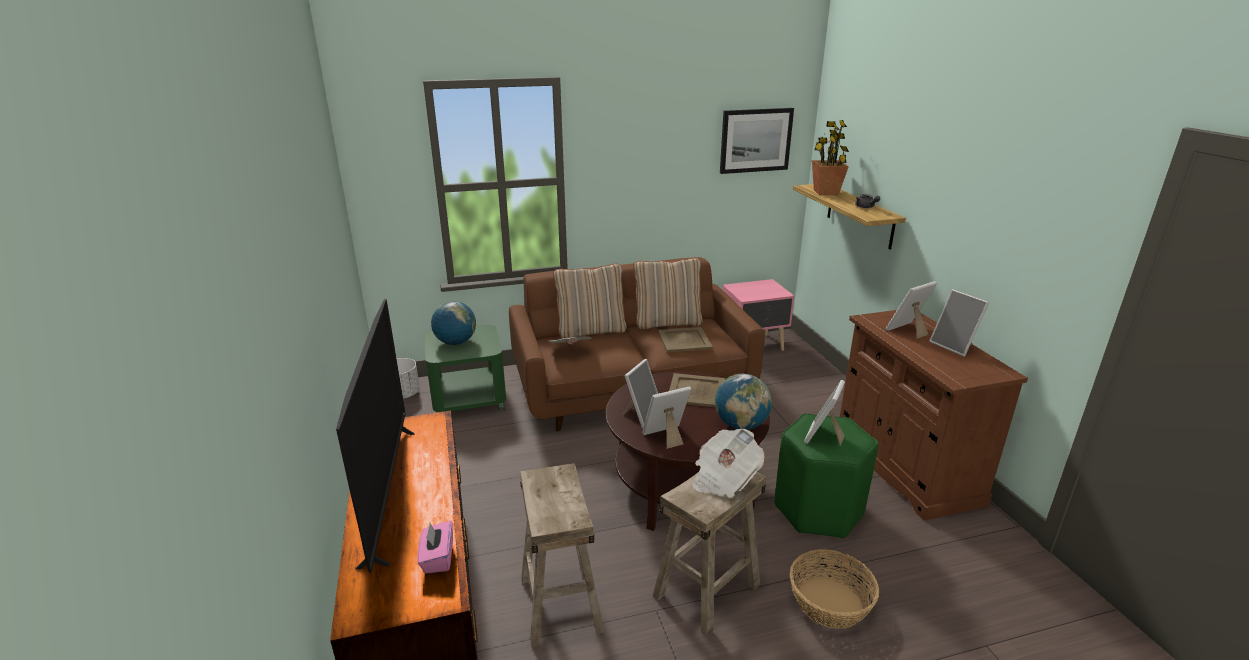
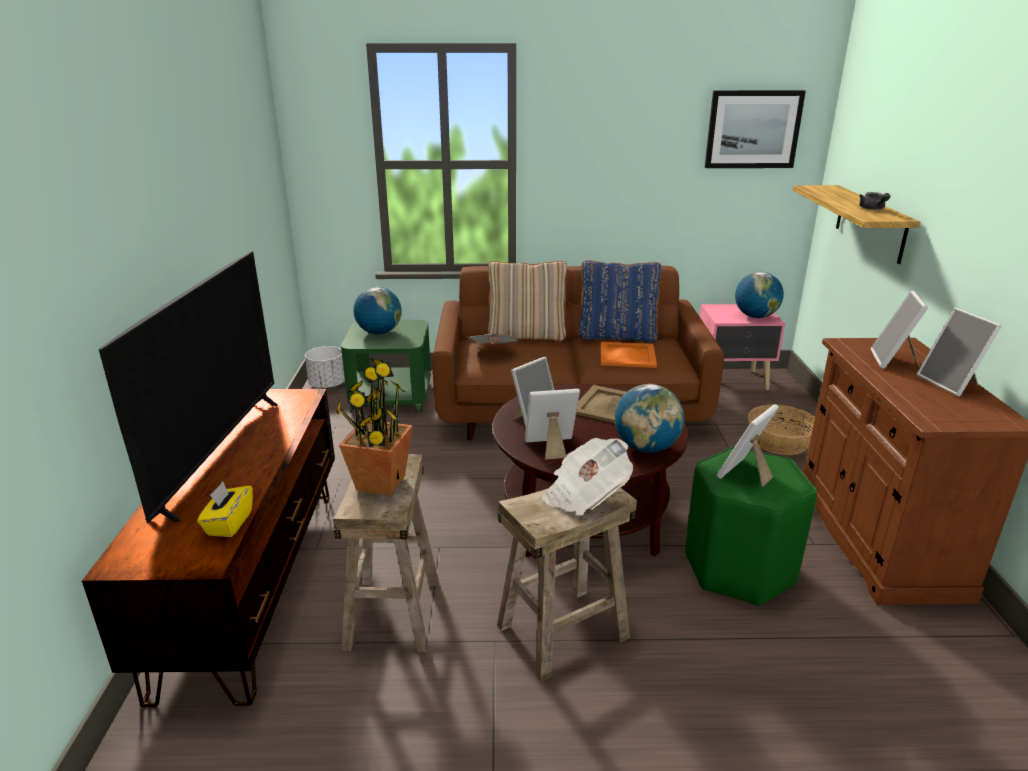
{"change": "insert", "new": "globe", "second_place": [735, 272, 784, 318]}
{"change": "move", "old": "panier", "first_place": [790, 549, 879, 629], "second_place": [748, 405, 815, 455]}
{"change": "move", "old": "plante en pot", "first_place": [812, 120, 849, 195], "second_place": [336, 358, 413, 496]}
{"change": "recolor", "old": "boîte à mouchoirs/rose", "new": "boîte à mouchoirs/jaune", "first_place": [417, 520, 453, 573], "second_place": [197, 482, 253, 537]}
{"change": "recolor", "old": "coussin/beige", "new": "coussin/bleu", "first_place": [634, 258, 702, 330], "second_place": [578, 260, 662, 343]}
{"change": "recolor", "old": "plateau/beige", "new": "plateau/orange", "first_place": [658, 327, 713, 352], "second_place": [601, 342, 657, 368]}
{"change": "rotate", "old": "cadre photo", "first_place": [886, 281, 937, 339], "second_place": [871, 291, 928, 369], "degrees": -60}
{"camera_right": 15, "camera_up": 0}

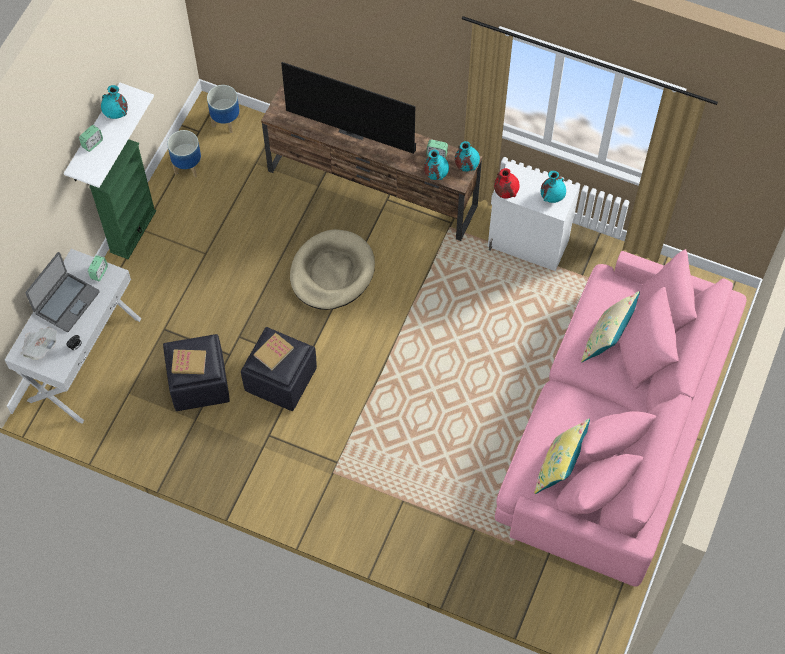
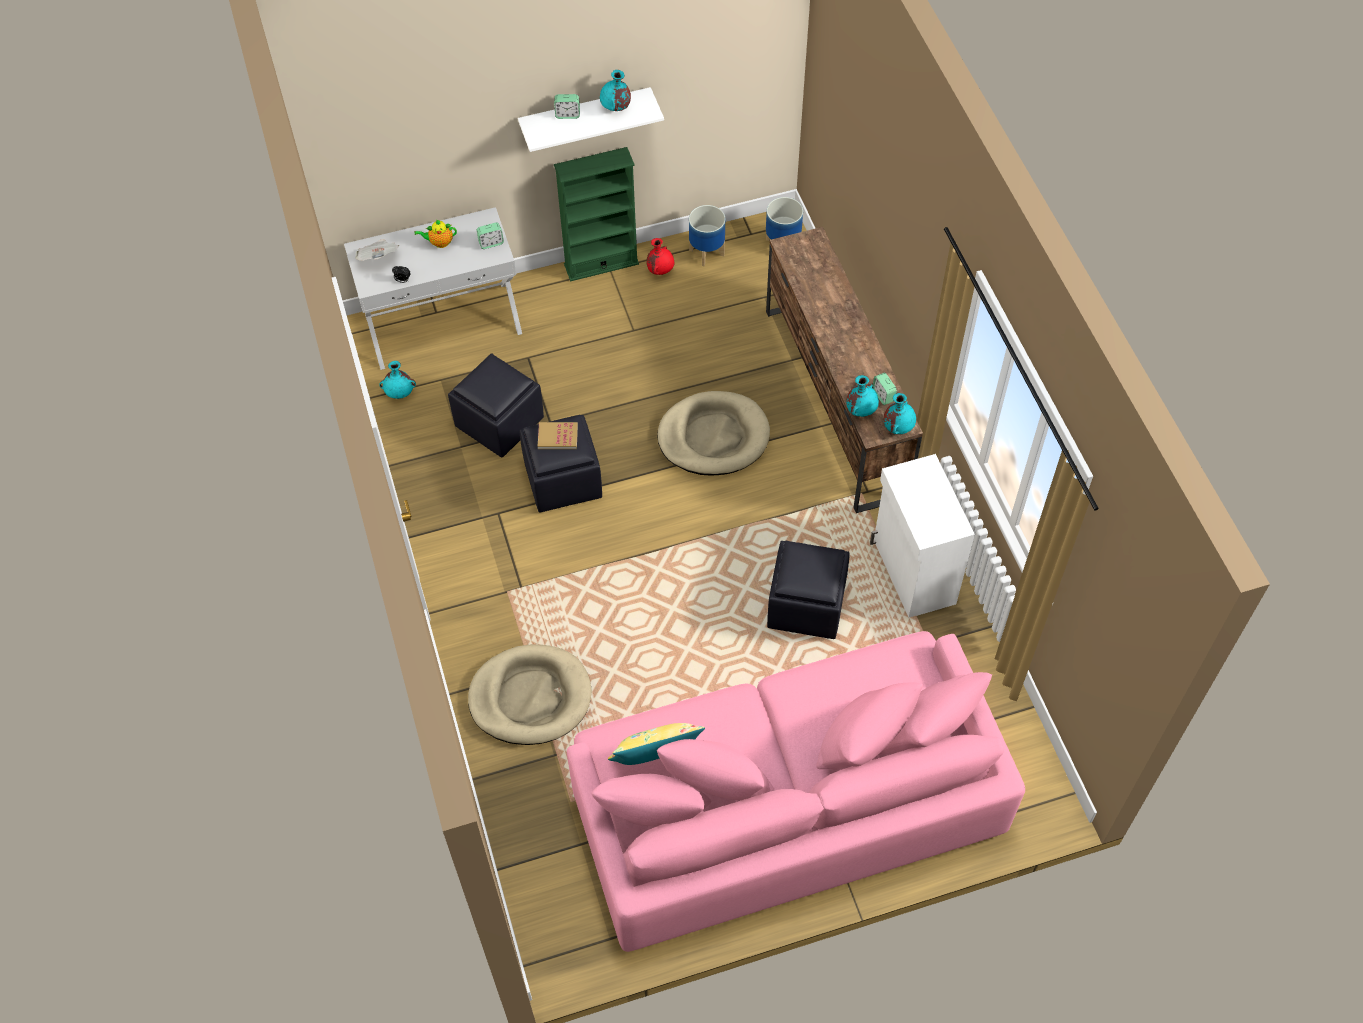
{"change": "delete", "old": "livre", "first_place": [171, 350, 206, 374]}
{"change": "delete", "old": "téléviseur", "first_place": [281, 62, 416, 154]}
{"change": "delete", "old": "coussin/beige", "first_place": [581, 291, 640, 362]}
{"change": "insert", "new": "panier pour chien/beige", "second_place": [468, 644, 592, 745]}
{"change": "insert", "new": "pouf/noir", "second_place": [767, 541, 850, 639]}
{"change": "move", "old": "vase/rouge", "first_place": [494, 168, 520, 198], "second_place": [646, 238, 674, 275]}
{"change": "move", "old": "vase/turquoise", "first_place": [541, 170, 566, 203], "second_place": [379, 361, 416, 399]}
{"change": "replace", "old": "ordinateur portable", "new": "théière", "first_place": [26, 252, 100, 332], "second_place": [415, 220, 457, 248]}
{"camera_right": 50, "camera_up": -5}

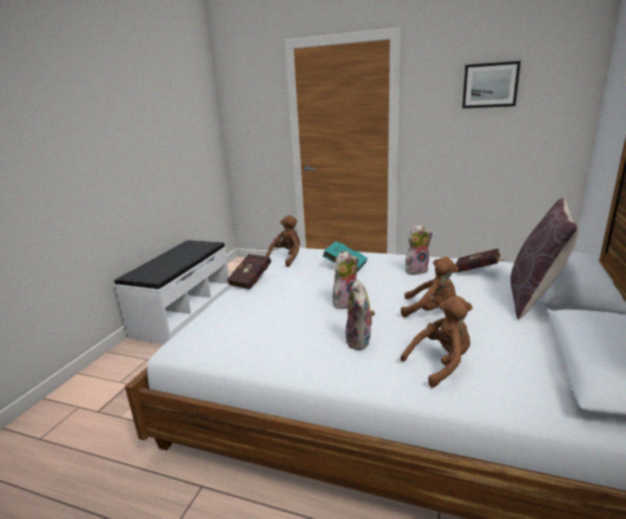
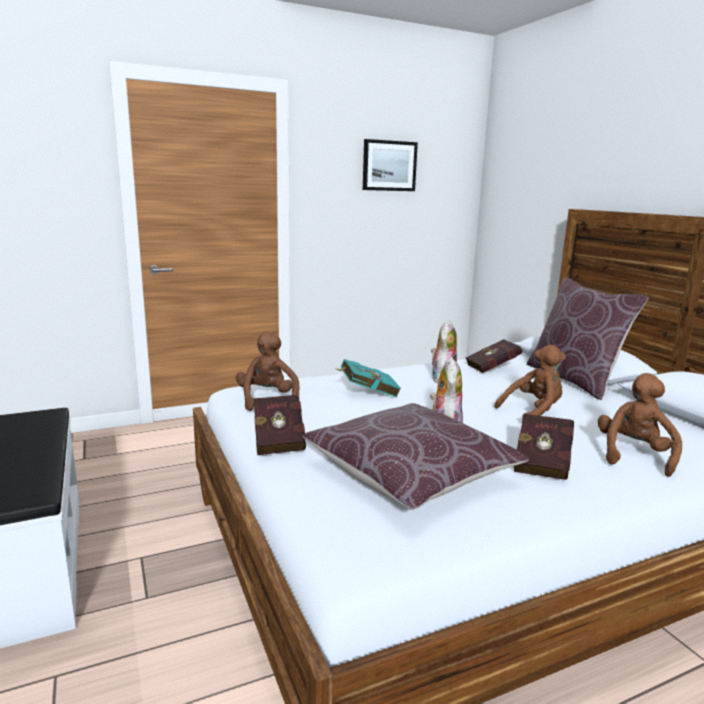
{"change": "insert", "new": "coussin/marron", "second_place": [302, 403, 529, 510]}
{"change": "replace", "old": "peluche", "new": "livre/rouge", "first_place": [345, 279, 375, 350], "second_place": [514, 414, 574, 480]}
{"camera_right": -45, "camera_up": -5}

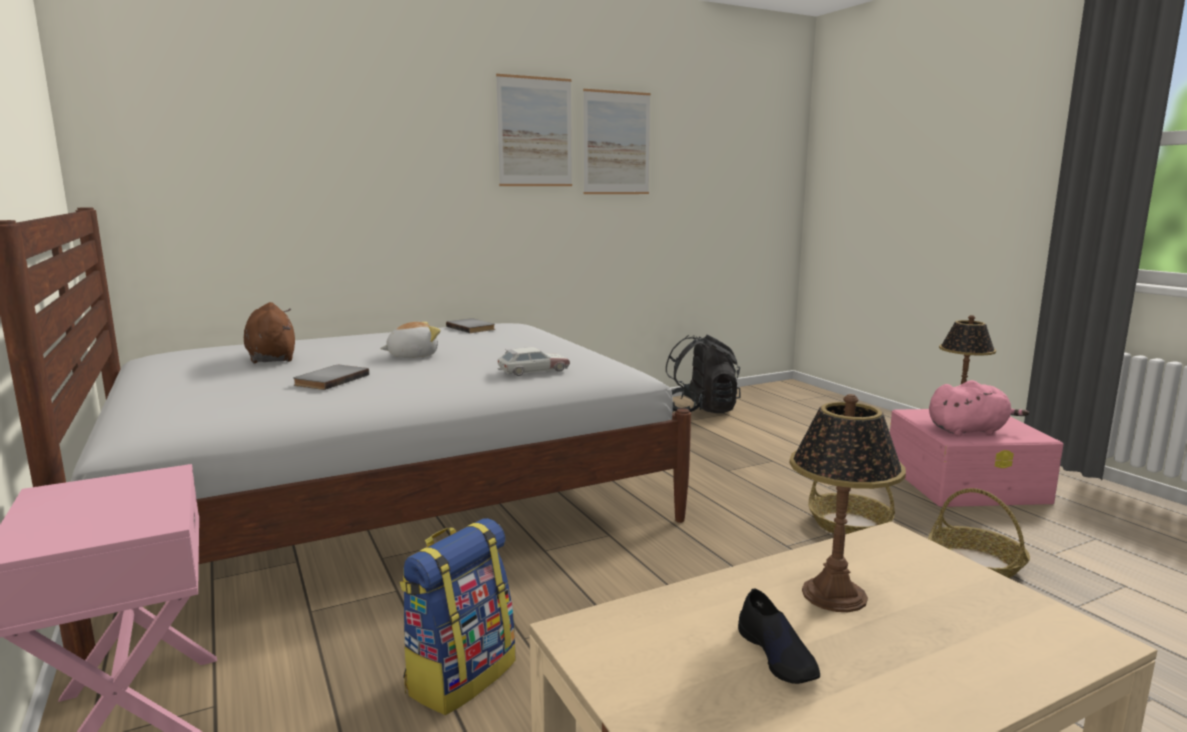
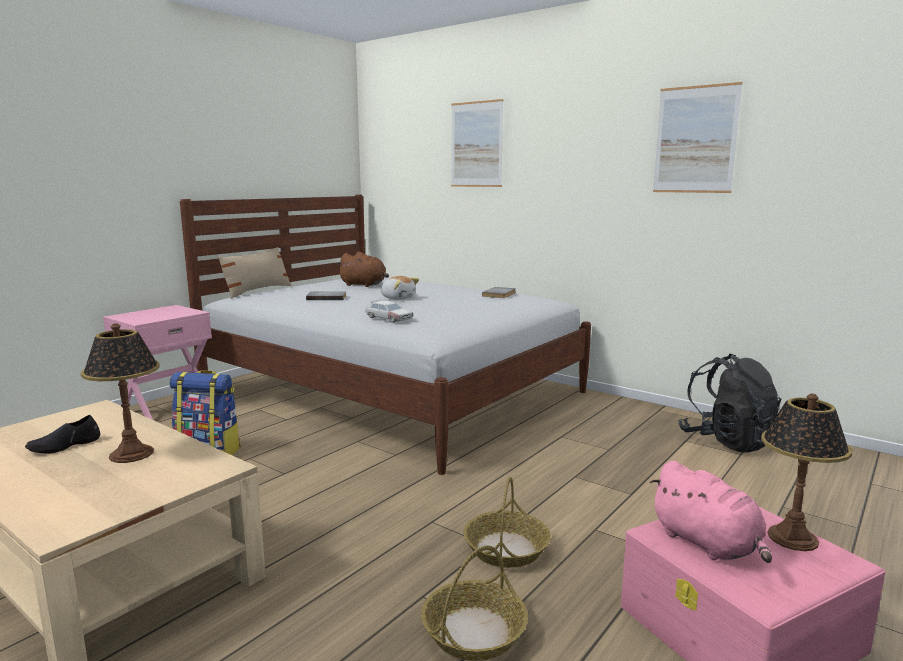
{"change": "insert", "new": "coussin/beige", "second_place": [217, 247, 291, 299]}
{"change": "move", "old": "tableau", "first_place": [496, 74, 572, 186], "second_place": [451, 99, 504, 187]}
{"change": "rotate", "old": "peluche/marron", "first_place": [244, 302, 295, 364], "second_place": [337, 252, 389, 287], "degrees": 75}
{"camera_right": 65, "camera_up": 0}

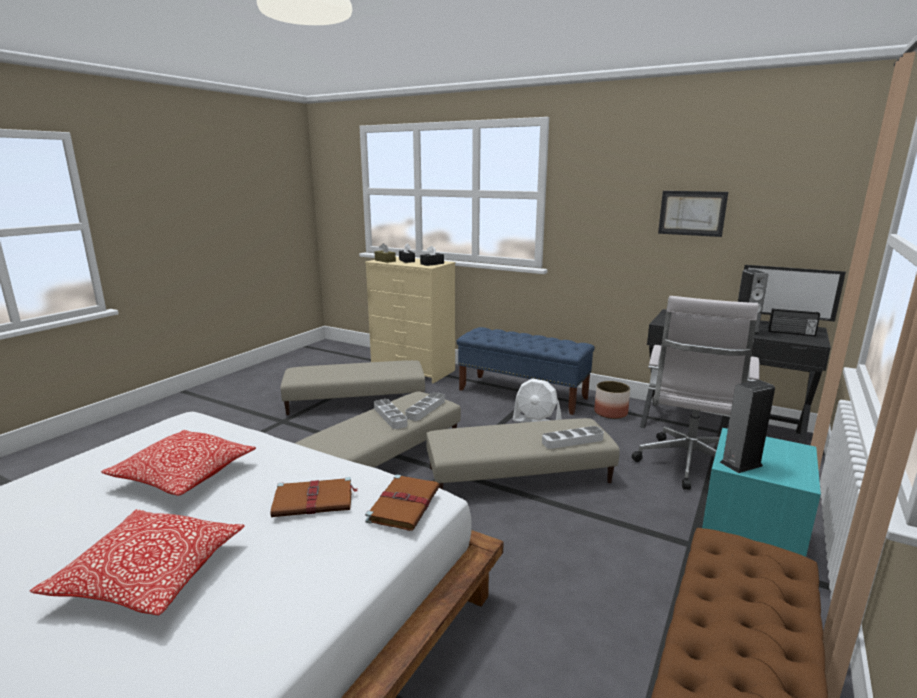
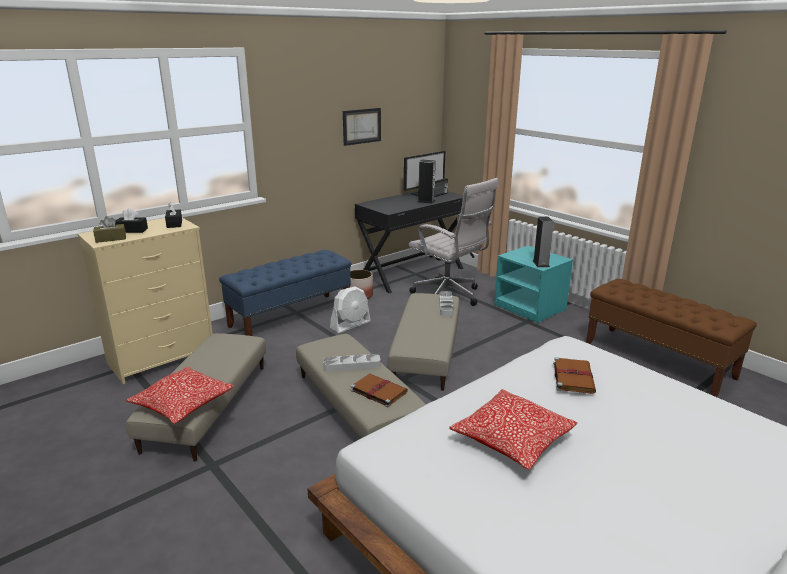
{"change": "delete", "old": "plateau/gris", "first_place": [405, 392, 445, 421]}
{"change": "move", "old": "coussin", "first_place": [30, 509, 245, 615], "second_place": [126, 367, 234, 424]}
{"change": "move", "old": "livre/marron", "first_place": [365, 475, 440, 531], "second_place": [351, 374, 408, 407]}
{"camera_right": -70, "camera_up": 5}

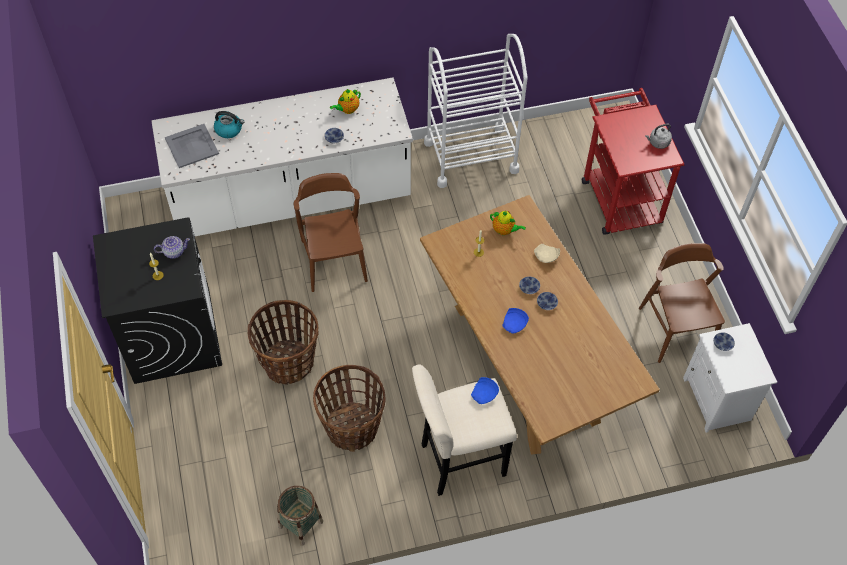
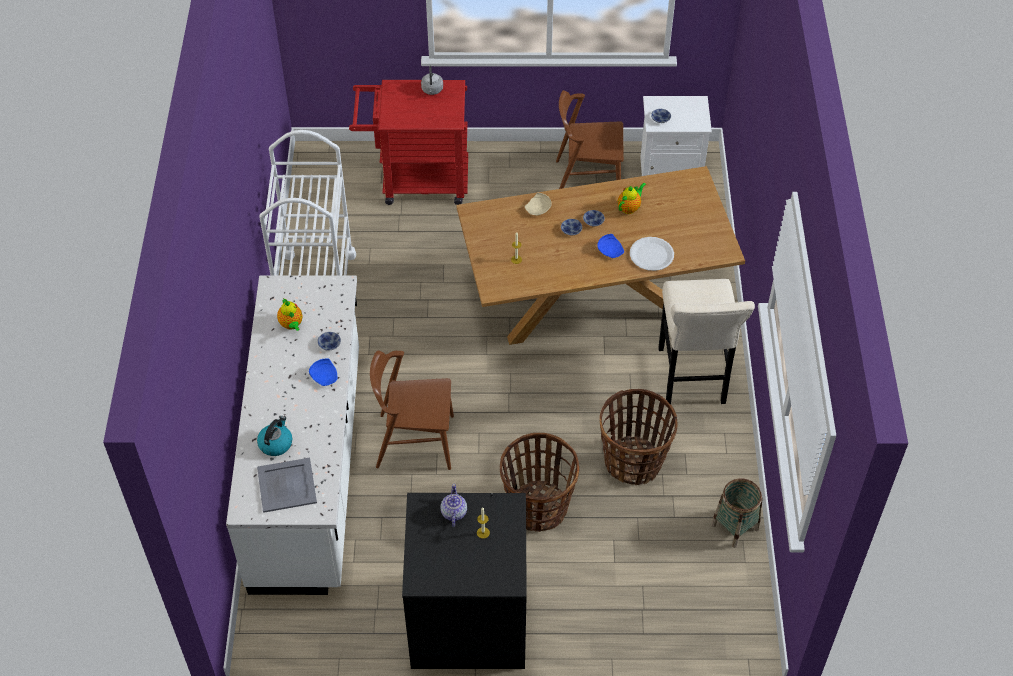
{"change": "insert", "new": "assiette/blanc", "second_place": [630, 237, 674, 271]}
{"change": "move", "old": "assiette/bleu", "first_place": [471, 377, 499, 404], "second_place": [309, 359, 337, 386]}
{"change": "move", "old": "théière", "first_place": [490, 211, 526, 235], "second_place": [618, 182, 646, 214]}
{"camera_right": -75, "camera_up": -5}

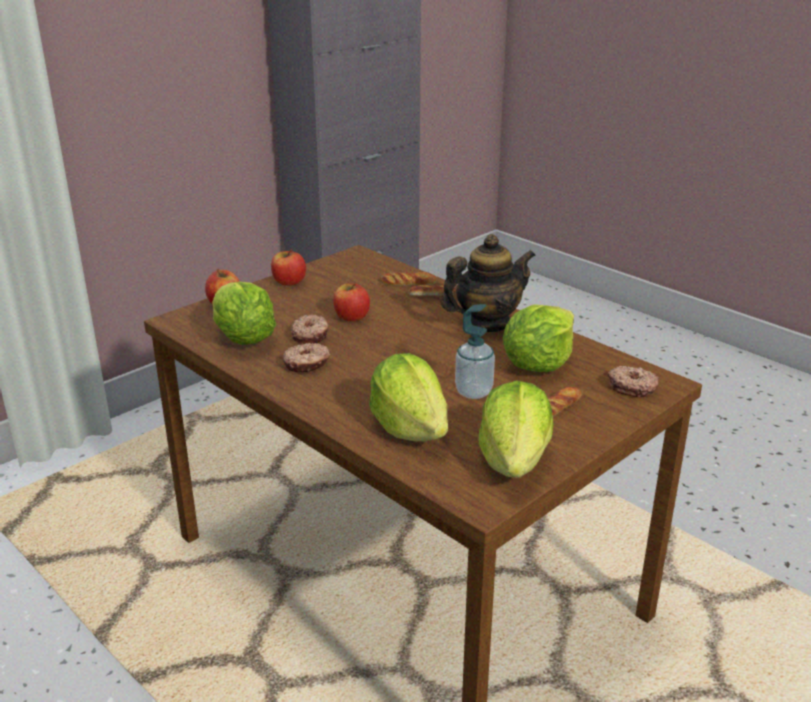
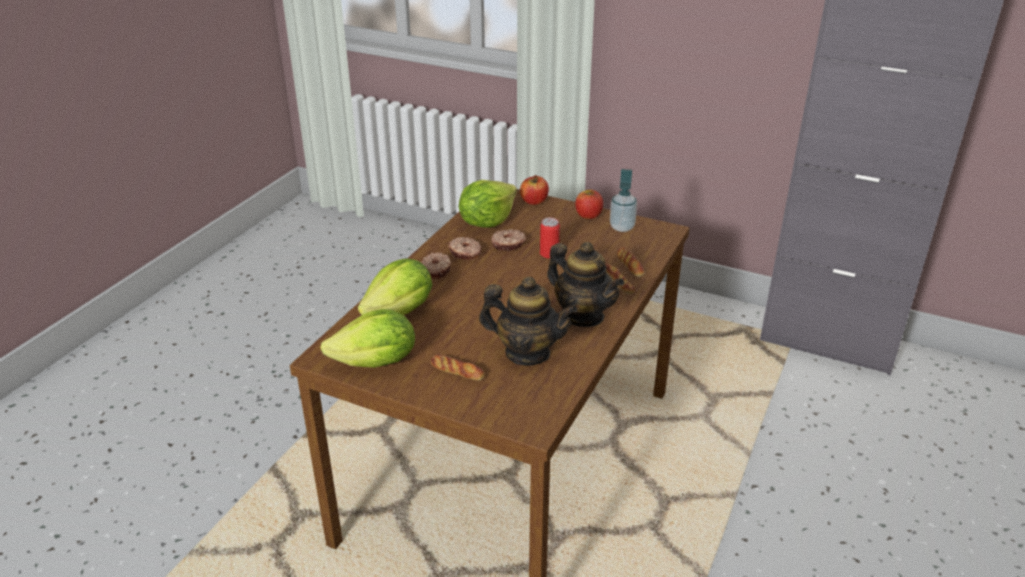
{"change": "move", "old": "distributeur de savon", "first_place": [455, 304, 495, 399], "second_place": [610, 169, 637, 232]}
{"change": "move", "old": "beignet", "first_place": [608, 366, 659, 397], "second_place": [421, 252, 451, 279]}
{"change": "replace", "old": "pomme", "new": "boîte métallique", "first_place": [333, 283, 370, 322], "second_place": [540, 218, 560, 258]}
{"change": "replace", "old": "laitue", "new": "théière", "first_place": [503, 304, 574, 372], "second_place": [479, 277, 578, 365]}
{"camera_right": 70, "camera_up": 5}

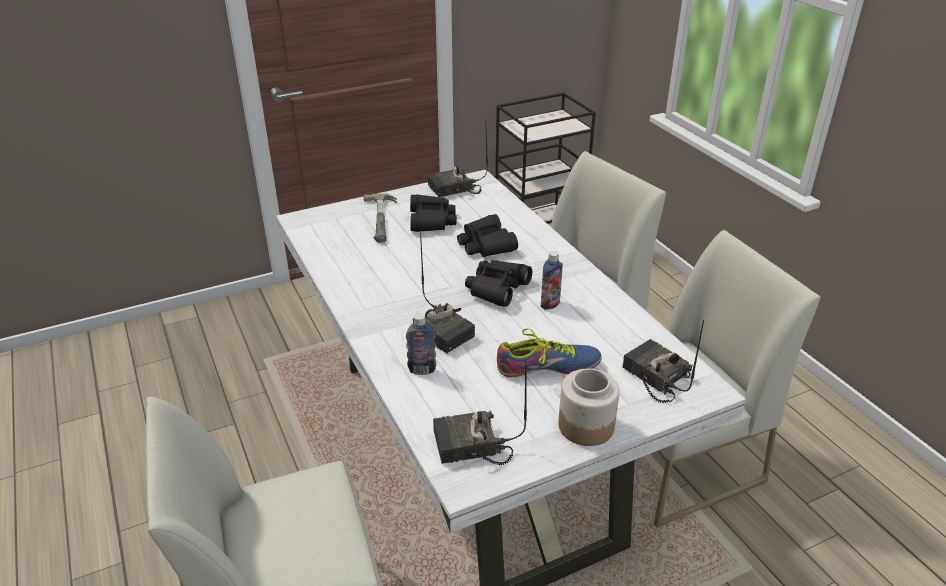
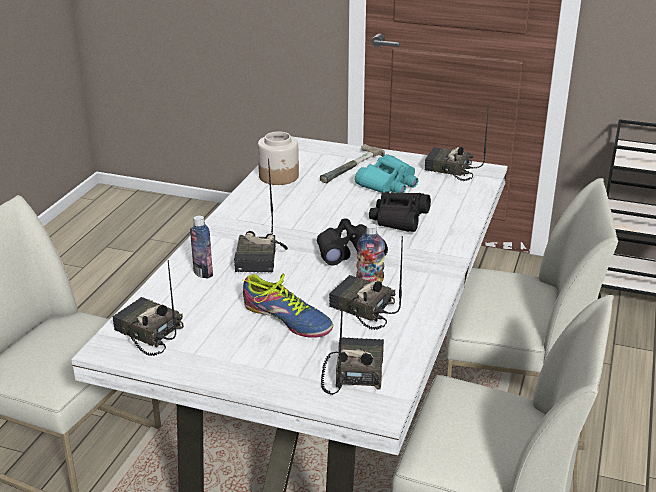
{"change": "insert", "new": "radio", "second_place": [329, 236, 403, 330]}
{"change": "move", "old": "bocal", "first_place": [558, 369, 620, 446], "second_place": [258, 131, 299, 185]}
{"change": "recolor", "old": "jumelles/noir", "new": "jumelles/turquoise", "first_place": [410, 194, 457, 232], "second_place": [355, 154, 418, 193]}
{"camera_right": 45, "camera_up": -5}

